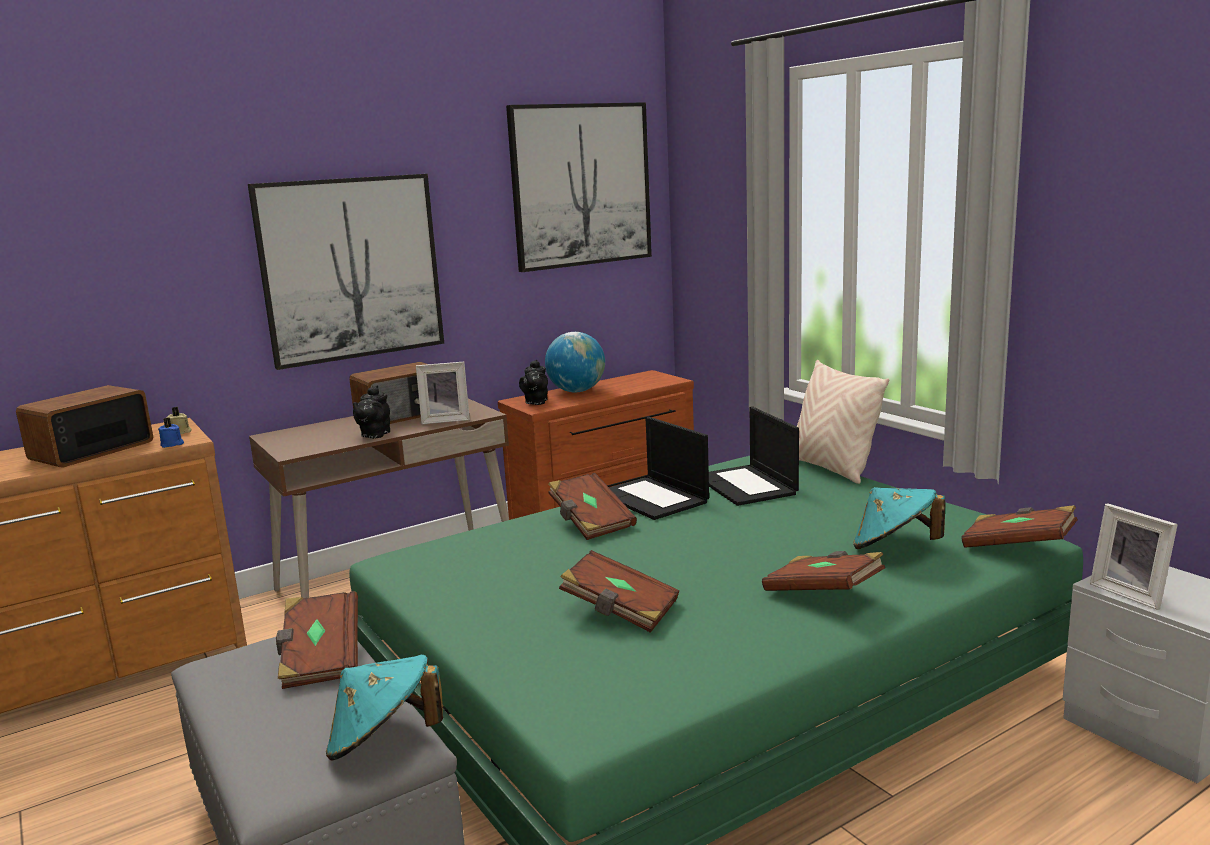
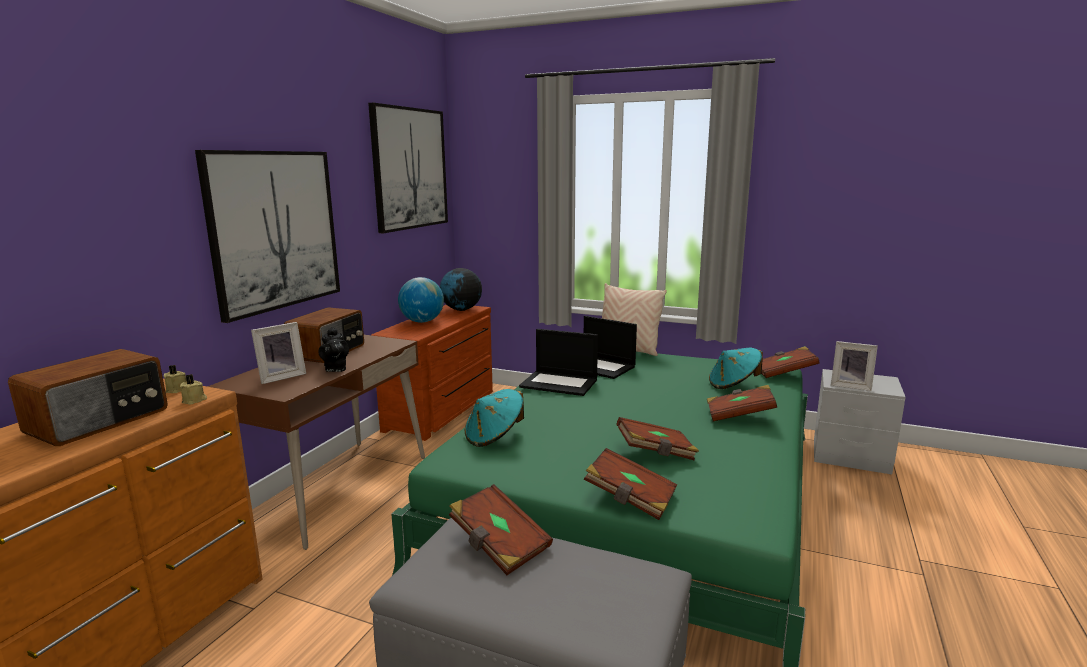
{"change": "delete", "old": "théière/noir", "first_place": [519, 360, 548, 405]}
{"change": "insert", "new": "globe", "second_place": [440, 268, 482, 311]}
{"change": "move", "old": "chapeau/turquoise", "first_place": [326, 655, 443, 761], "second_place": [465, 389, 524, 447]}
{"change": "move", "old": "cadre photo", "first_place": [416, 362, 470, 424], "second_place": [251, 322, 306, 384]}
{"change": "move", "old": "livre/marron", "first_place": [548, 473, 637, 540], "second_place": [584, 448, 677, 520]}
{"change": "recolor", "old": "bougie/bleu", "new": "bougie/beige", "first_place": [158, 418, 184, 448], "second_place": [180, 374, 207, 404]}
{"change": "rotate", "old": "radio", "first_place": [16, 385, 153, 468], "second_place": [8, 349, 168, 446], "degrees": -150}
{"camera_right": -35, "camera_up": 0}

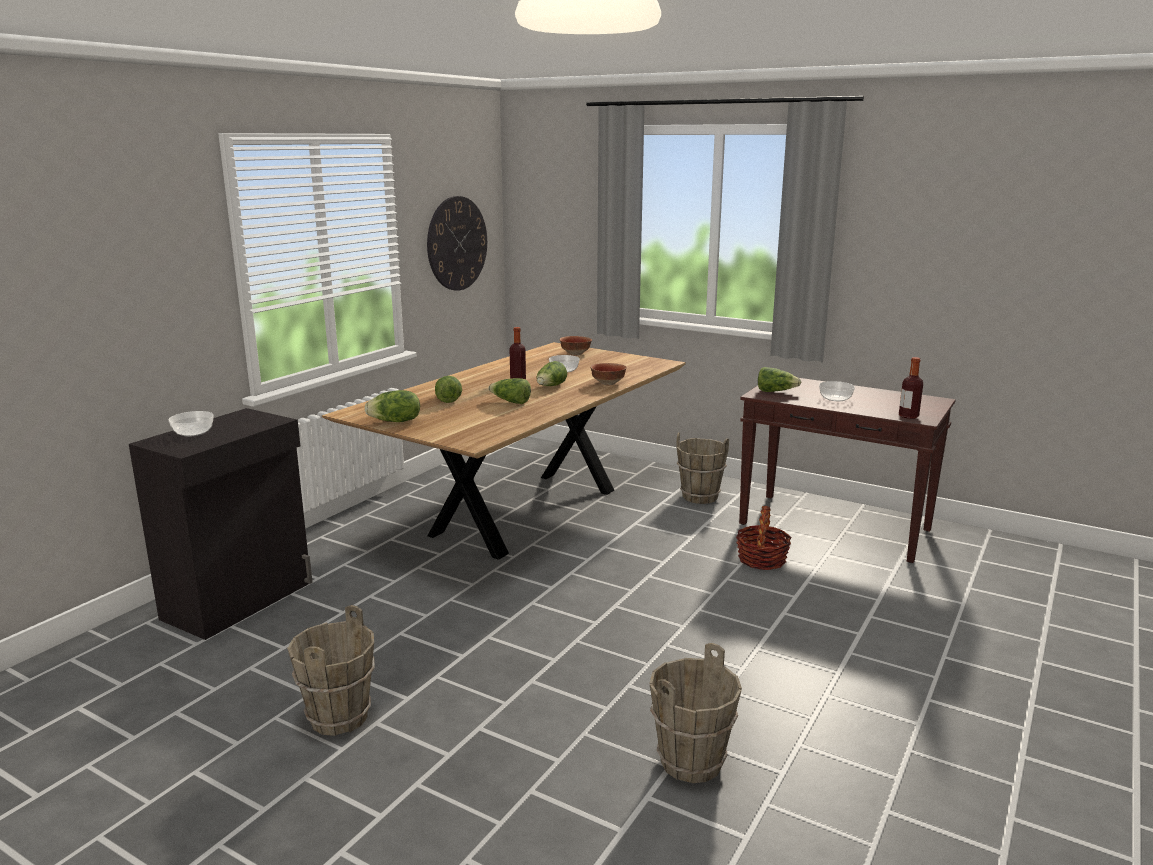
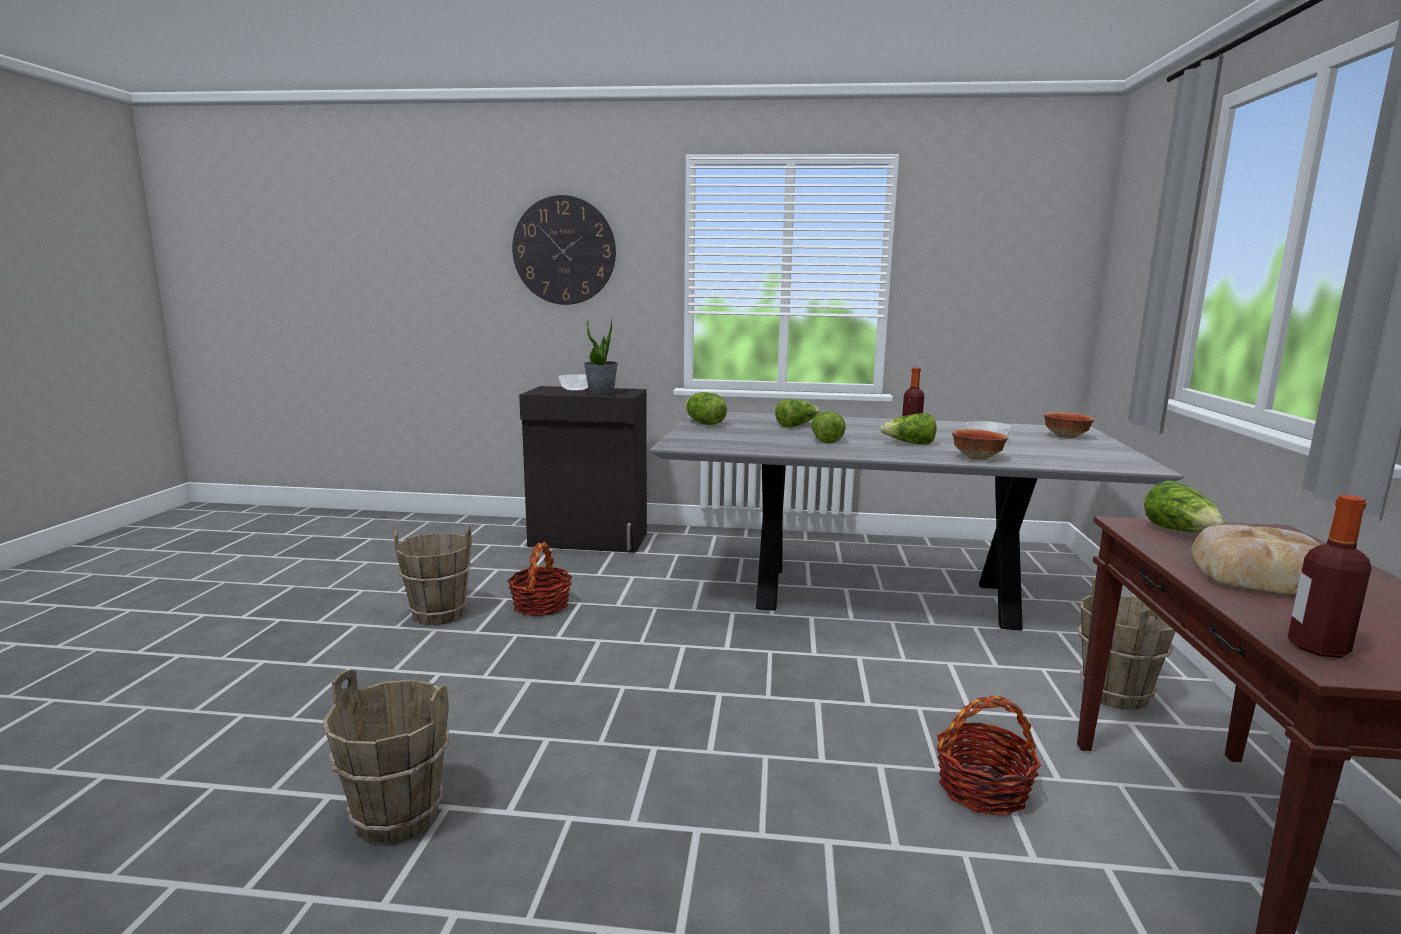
{"change": "insert", "new": "panier", "second_place": [507, 542, 572, 616]}
{"change": "insert", "new": "plante en pot", "second_place": [584, 317, 618, 396]}
{"change": "move", "old": "horloge murale", "first_place": [427, 196, 487, 291], "second_place": [512, 195, 616, 305]}
{"change": "replace", "old": "bol", "new": "pain", "first_place": [819, 381, 855, 401], "second_place": [1191, 525, 1320, 597]}
{"change": "recolor", "old": "table à manger/marron", "new": "table à manger/gris", "first_place": [322, 342, 686, 560], "second_place": [649, 412, 1183, 630]}
{"camera_right": 65, "camera_up": -5}

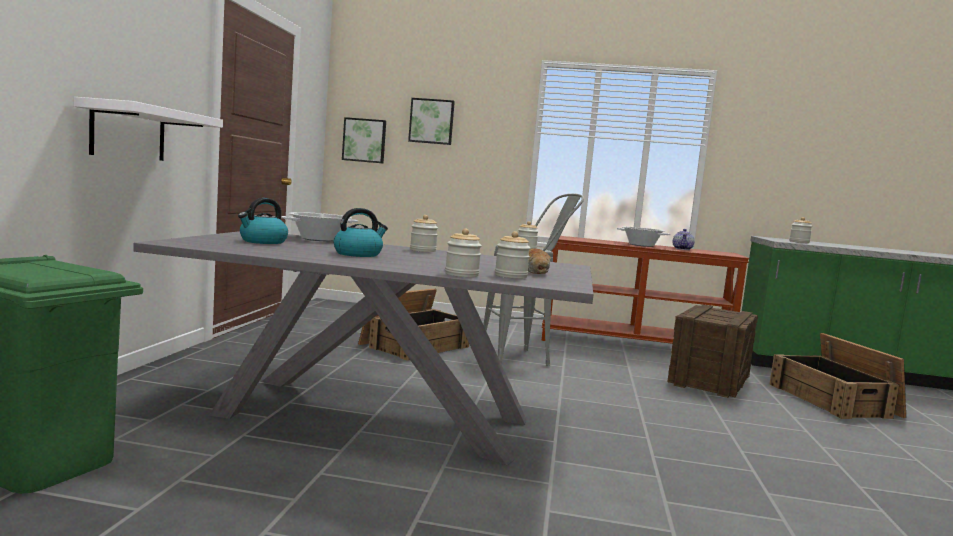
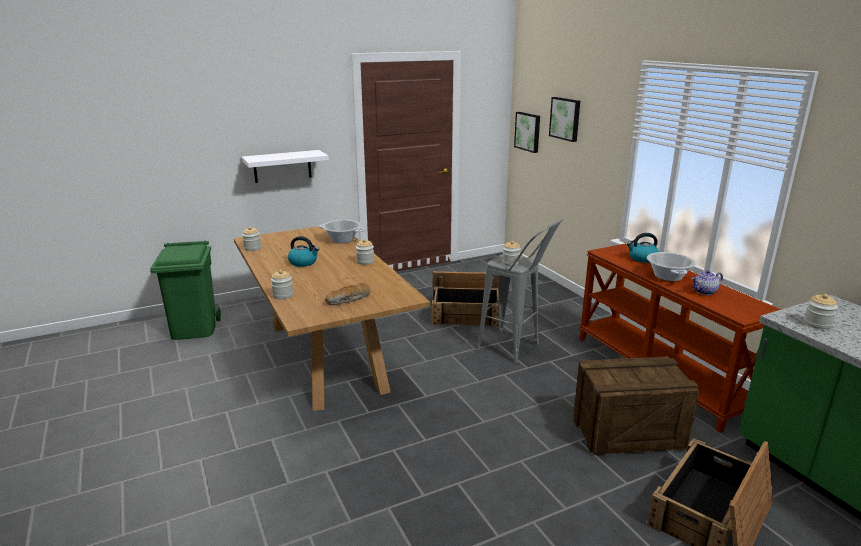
{"change": "move", "old": "bouilloire", "first_place": [238, 198, 288, 244], "second_place": [627, 233, 659, 263]}
{"change": "move", "old": "bocal", "first_place": [495, 231, 530, 279], "second_place": [242, 227, 261, 251]}
{"change": "recolor", "old": "table à manger/gris", "new": "table à manger/marron", "first_place": [133, 231, 594, 466], "second_place": [234, 226, 430, 411]}
{"camera_right": 55, "camera_up": 15}

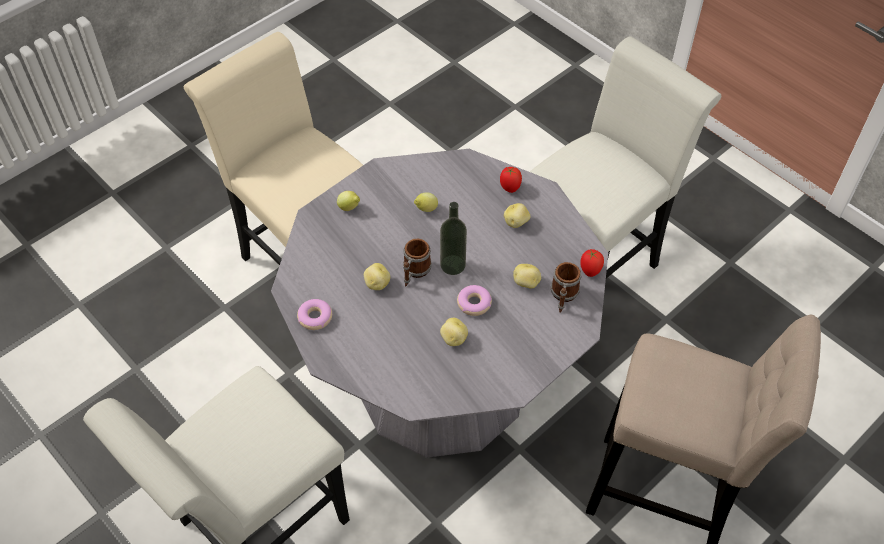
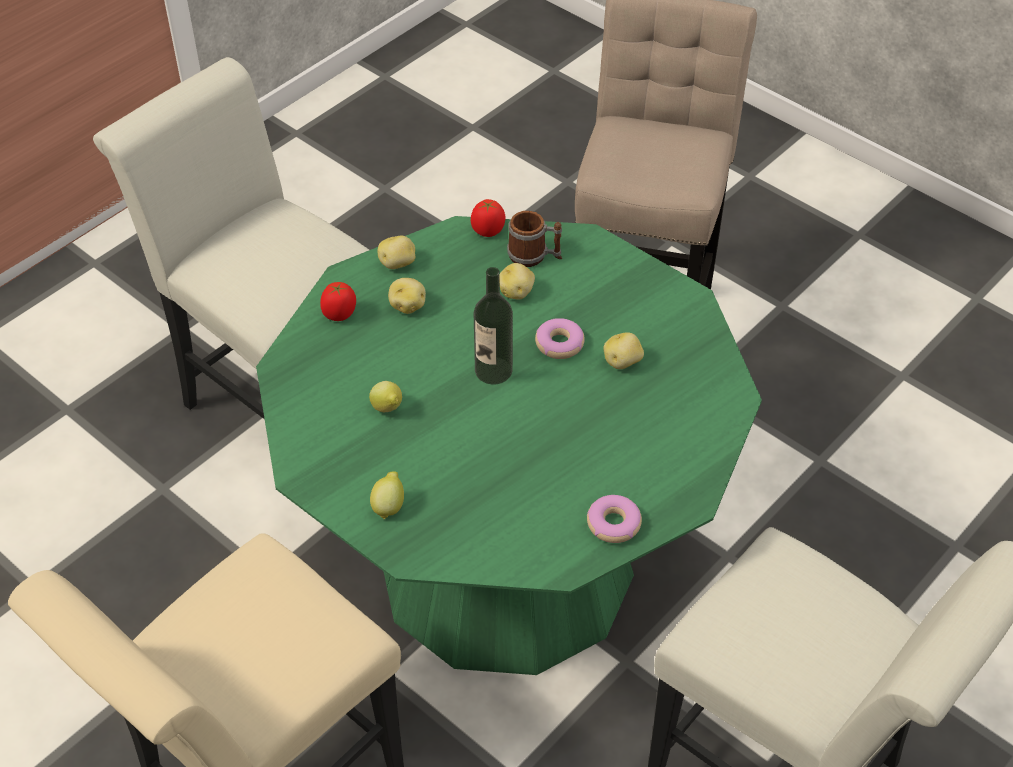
{"change": "delete", "old": "mug", "first_place": [403, 239, 432, 287]}
{"change": "move", "old": "pomme de terre", "first_place": [364, 263, 390, 290], "second_place": [378, 236, 415, 269]}
{"change": "recolor", "old": "table à manger/gris", "new": "table à manger/vert", "first_place": [271, 149, 608, 458], "second_place": [256, 216, 762, 675]}
{"camera_right": -95, "camera_up": -5}

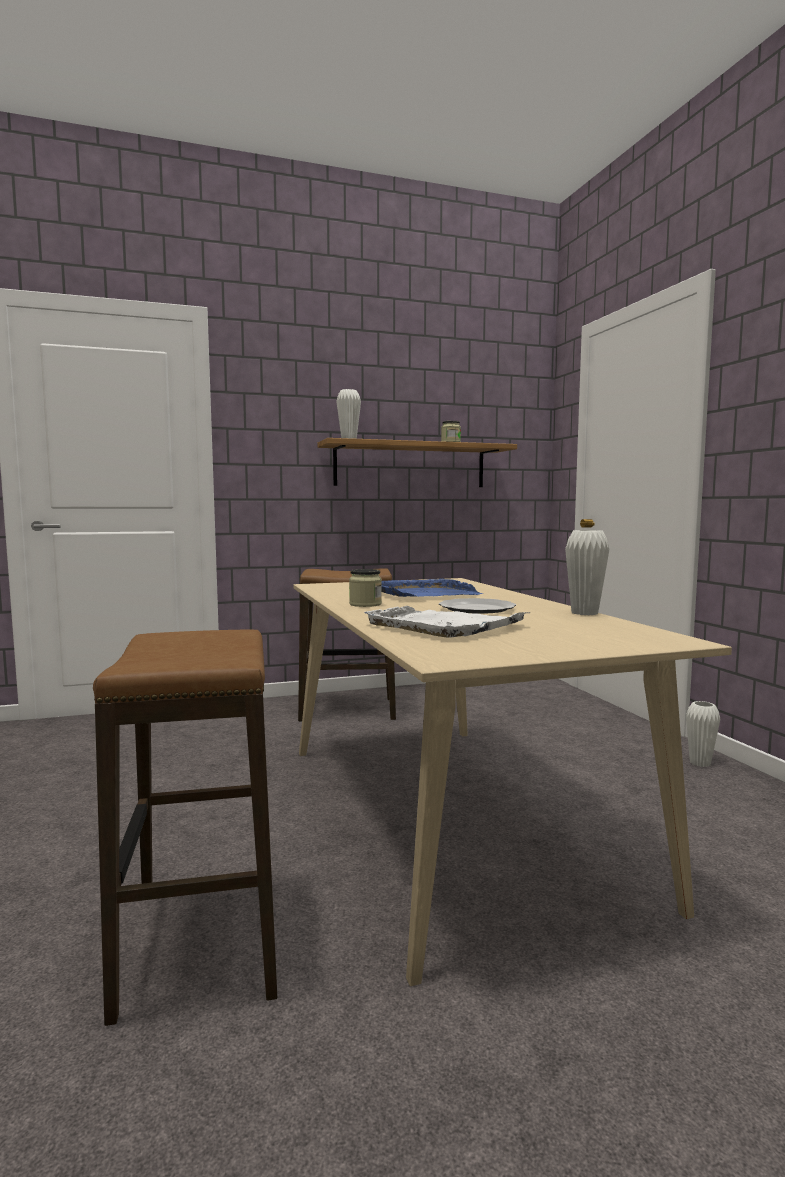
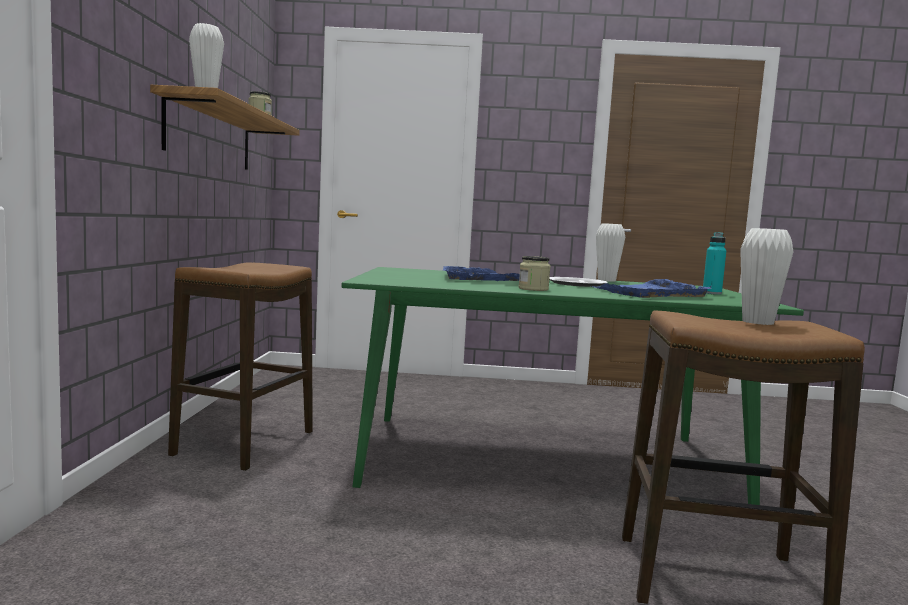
{"change": "insert", "new": "bouteille/turquoise", "second_place": [703, 232, 726, 295]}
{"change": "move", "old": "vase/blanc", "first_place": [686, 701, 720, 767], "second_place": [740, 228, 793, 325]}
{"change": "recolor", "old": "table à manger/beige", "new": "table à manger/vert", "first_place": [293, 578, 732, 986], "second_place": [341, 267, 804, 505]}
{"change": "recolor", "old": "plateau/blanc", "new": "plateau/bleu", "first_place": [364, 606, 531, 637], "second_place": [591, 279, 711, 298]}
{"camera_right": -70, "camera_up": 0}

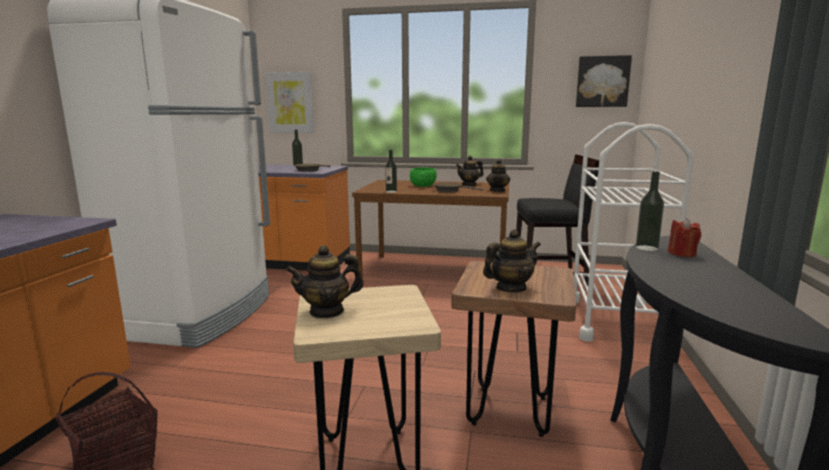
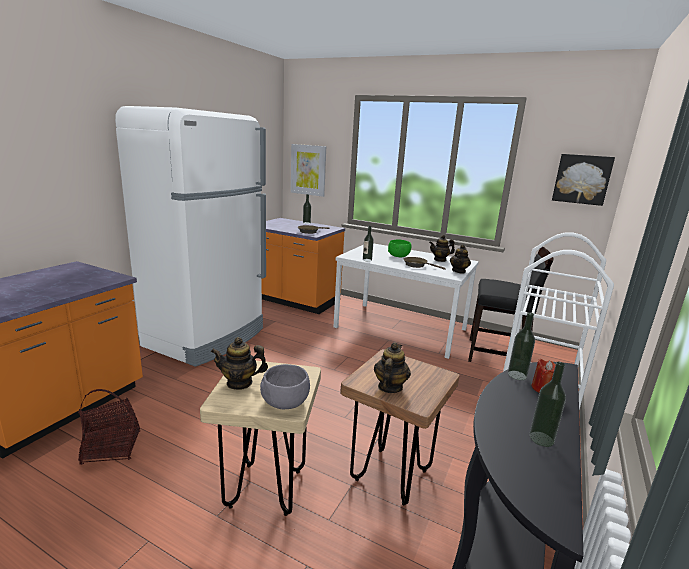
{"change": "insert", "new": "bol/gris", "second_place": [260, 364, 310, 409]}
{"change": "insert", "new": "bouteille", "second_place": [529, 362, 566, 447]}
{"change": "recolor", "old": "table à manger/marron", "new": "table à manger/blanc", "first_place": [352, 180, 509, 279], "second_place": [333, 243, 479, 359]}
{"change": "rotate", "old": "théière", "first_place": [483, 229, 541, 292], "second_place": [374, 342, 411, 393], "degrees": -60}
{"camera_right": 15, "camera_up": 5}

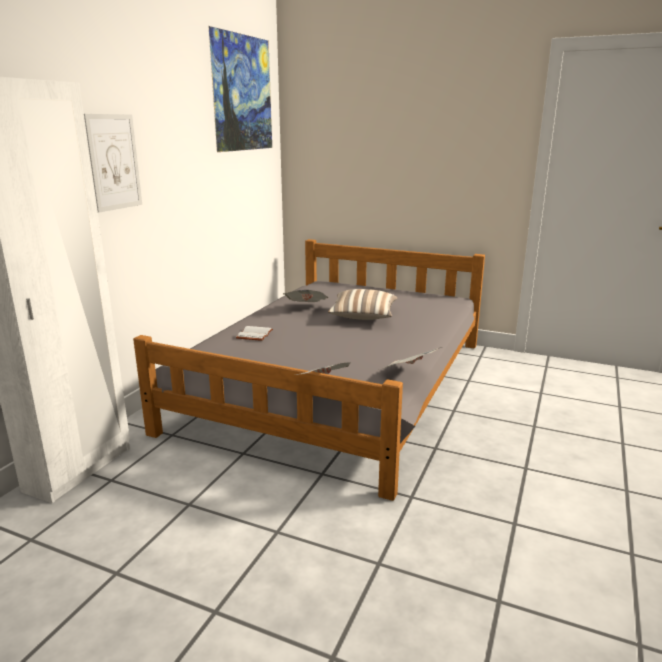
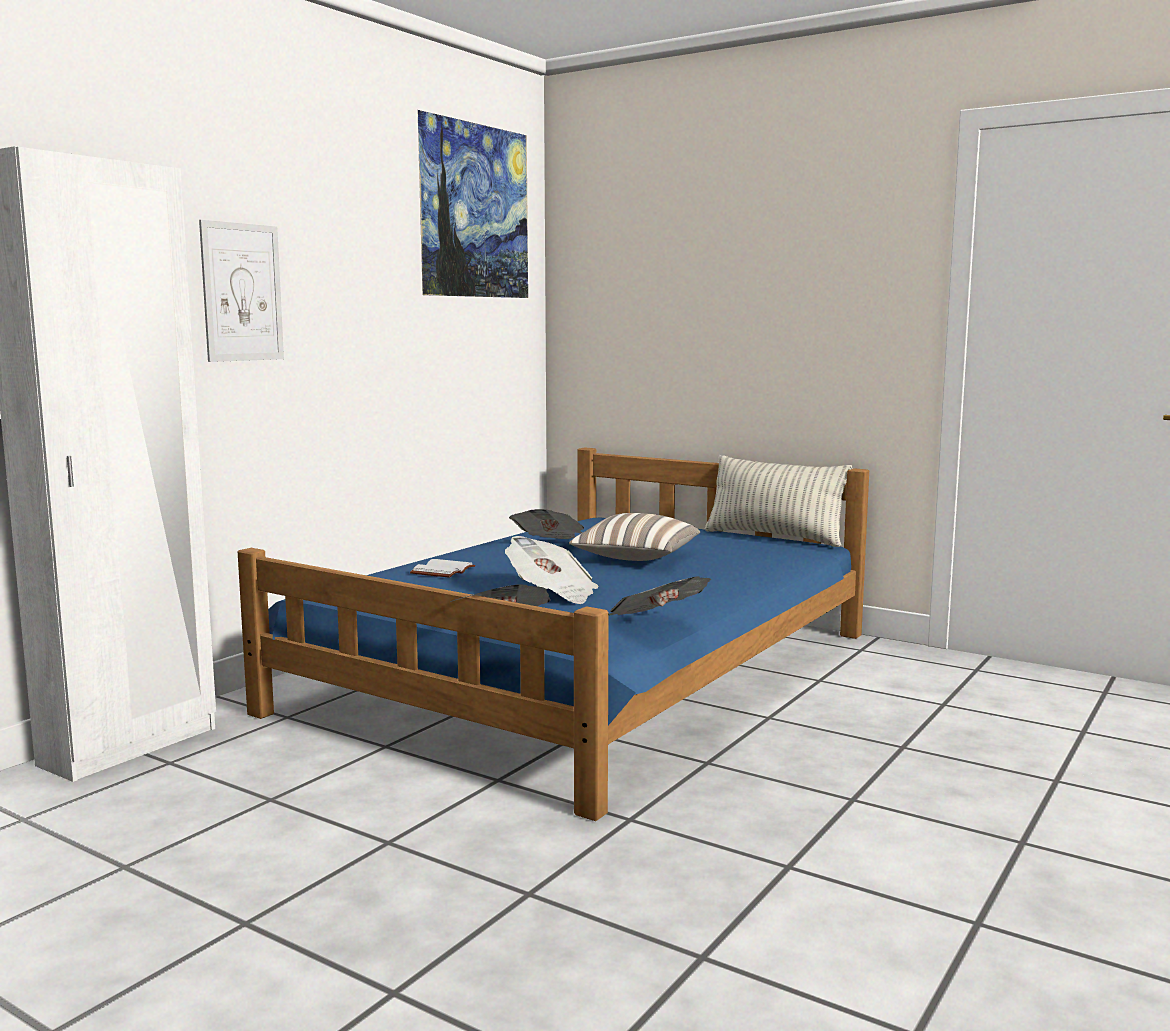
{"change": "insert", "new": "journal", "second_place": [505, 536, 598, 604]}
{"change": "insert", "new": "coussin", "second_place": [705, 455, 853, 547]}
{"change": "recolor", "old": "lit/gris", "new": "lit/bleu", "first_place": [133, 239, 485, 501], "second_place": [238, 447, 869, 821]}
{"camera_right": 10, "camera_up": -10}

